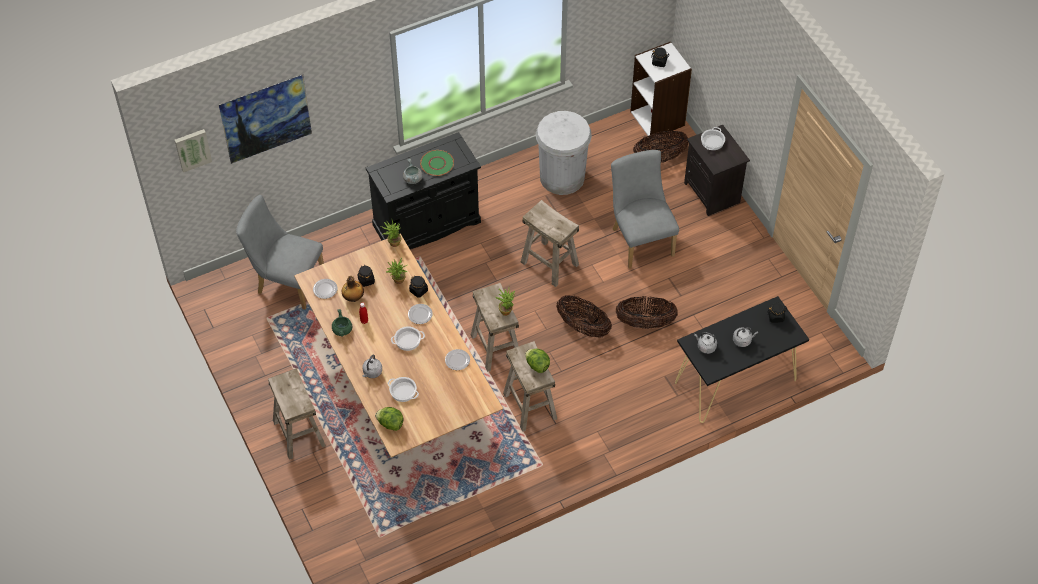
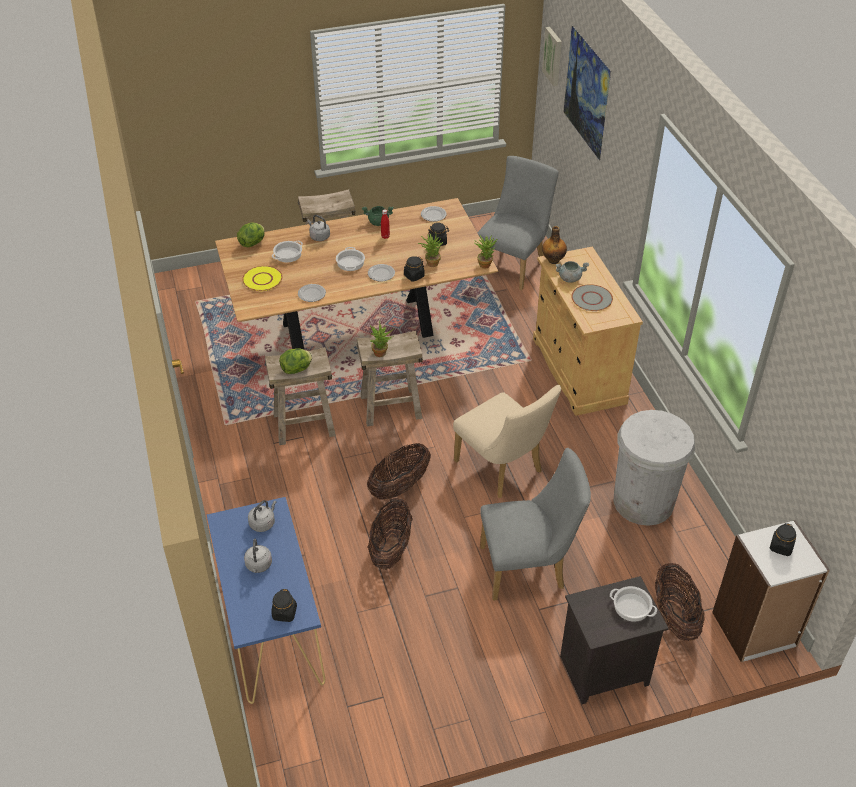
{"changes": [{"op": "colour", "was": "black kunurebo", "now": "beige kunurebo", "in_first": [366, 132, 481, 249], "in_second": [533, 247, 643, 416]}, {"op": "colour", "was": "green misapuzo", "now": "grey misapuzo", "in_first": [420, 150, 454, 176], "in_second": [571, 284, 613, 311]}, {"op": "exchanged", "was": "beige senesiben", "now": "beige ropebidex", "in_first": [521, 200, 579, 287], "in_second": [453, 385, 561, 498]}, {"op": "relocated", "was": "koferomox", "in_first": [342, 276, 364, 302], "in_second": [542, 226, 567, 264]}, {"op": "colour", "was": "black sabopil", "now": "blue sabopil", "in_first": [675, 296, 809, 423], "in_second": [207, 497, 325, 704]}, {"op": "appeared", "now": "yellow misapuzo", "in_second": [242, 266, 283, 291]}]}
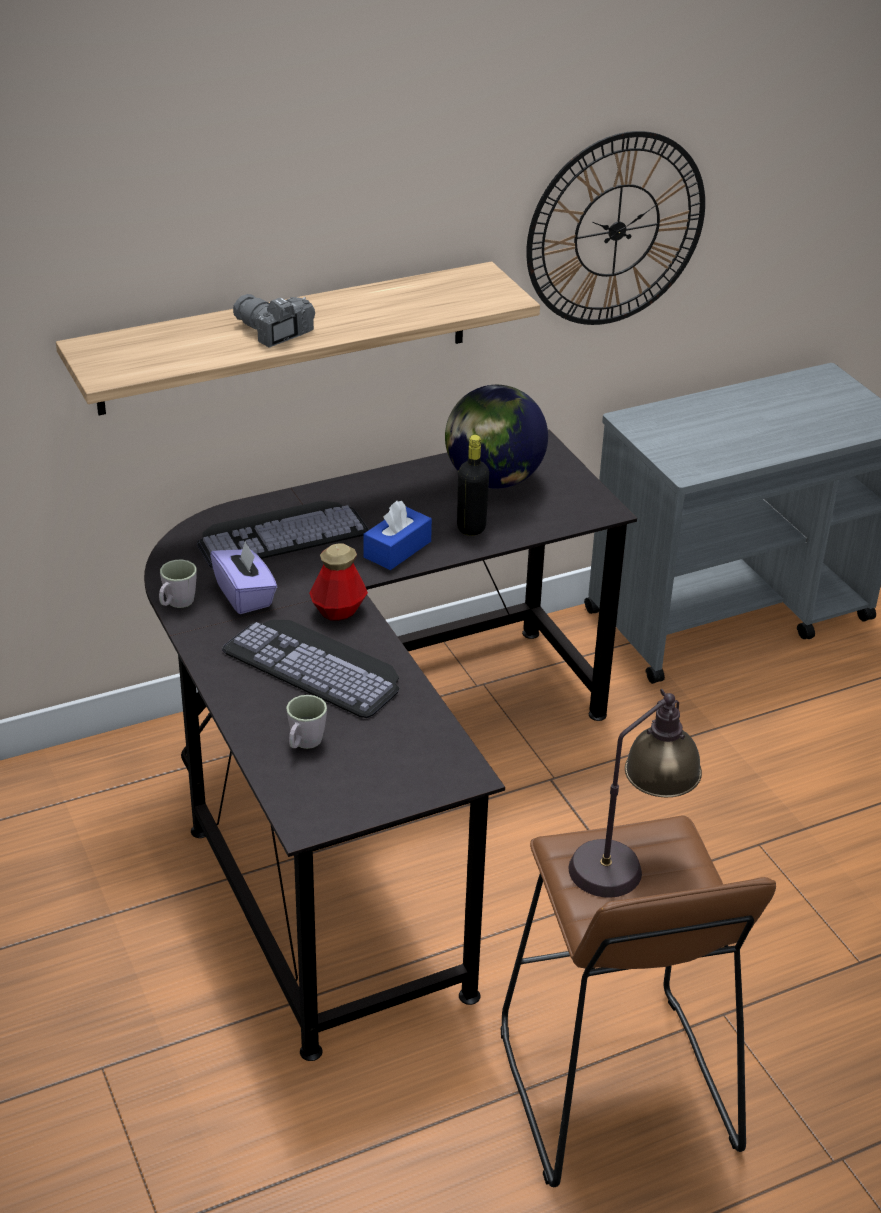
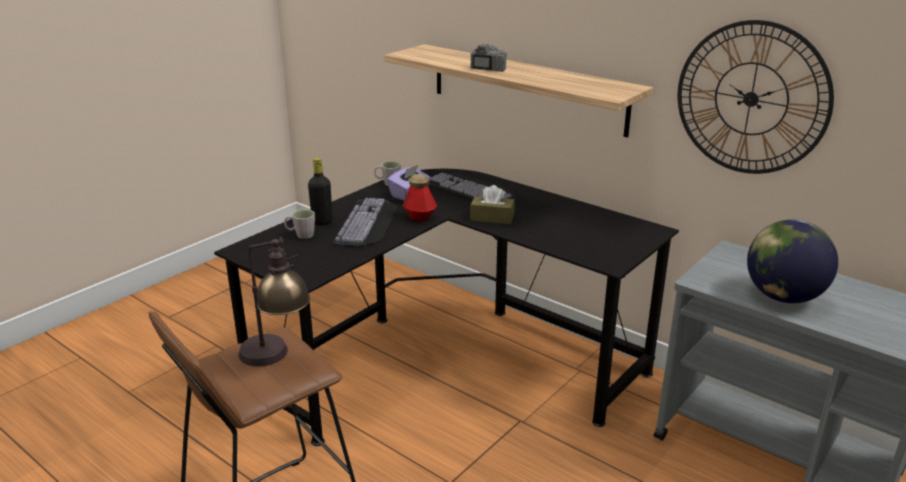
{"changes": [{"op": "relocated", "was": "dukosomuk", "in_first": [445, 385, 548, 488], "in_second": [747, 220, 838, 303]}, {"op": "relocated", "was": "black koferomox", "in_first": [457, 435, 489, 536], "in_second": [308, 158, 333, 225]}, {"op": "colour", "was": "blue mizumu", "now": "brown mizumu", "in_first": [363, 501, 432, 570], "in_second": [470, 185, 515, 224]}]}
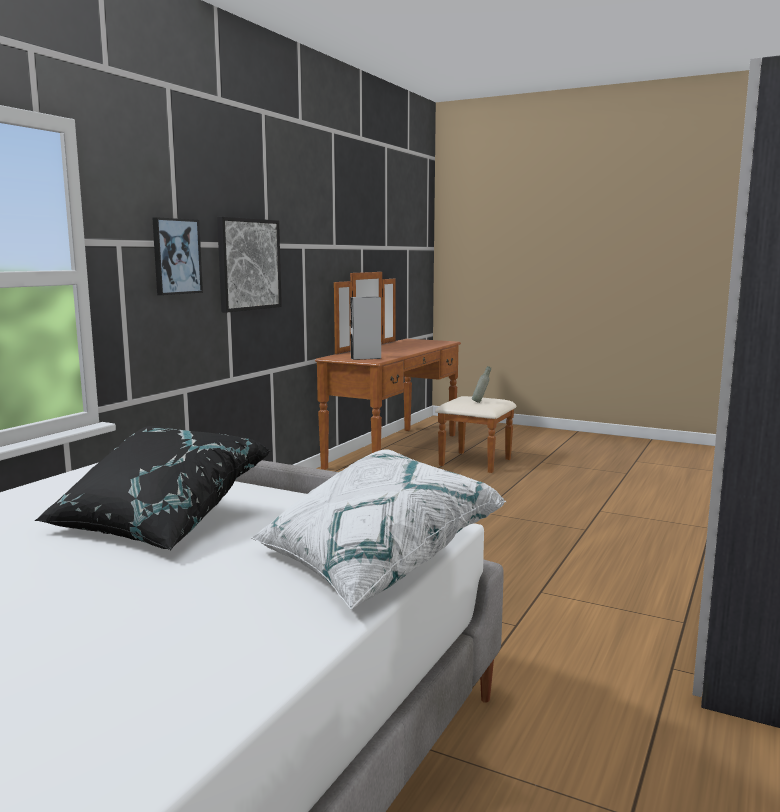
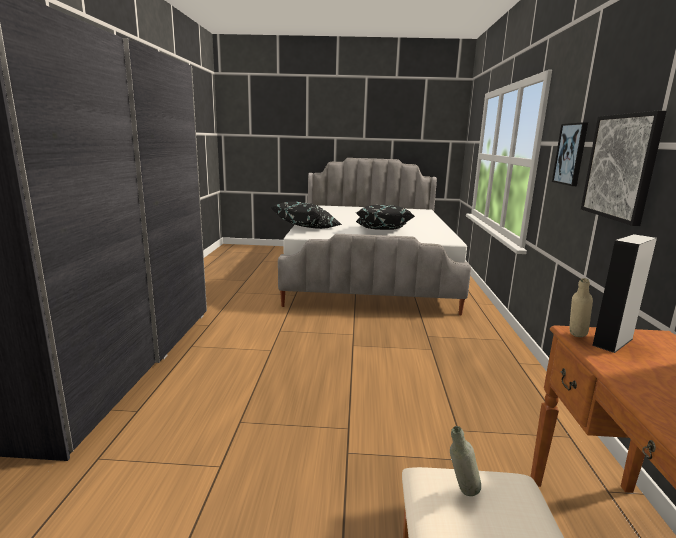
{"changes": [{"op": "colour", "was": "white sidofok", "now": "black sidofok", "in_first": [251, 449, 506, 610], "in_second": [271, 202, 342, 229]}, {"op": "appeared", "now": "beige koferomox", "in_second": [569, 278, 593, 337]}]}
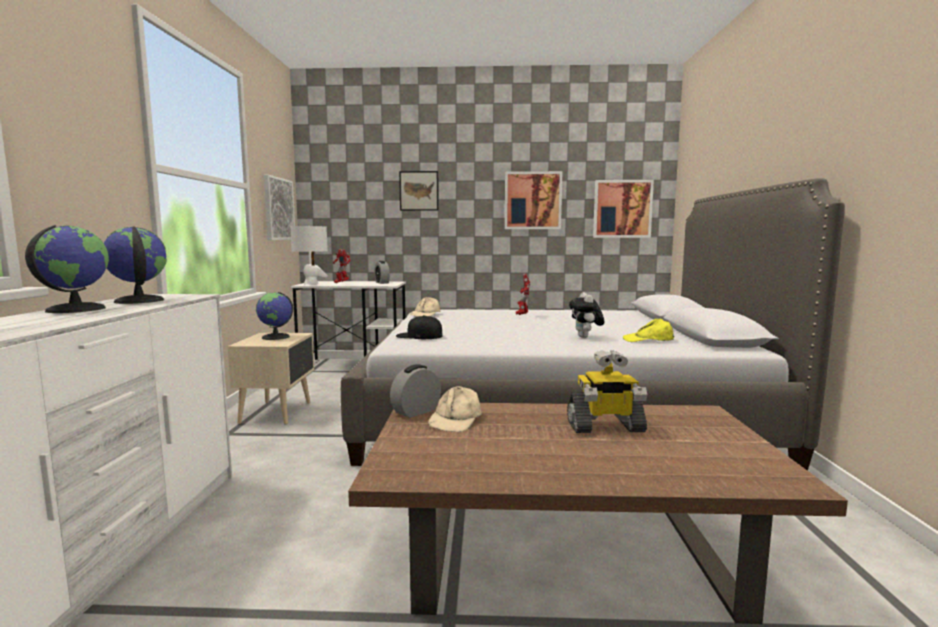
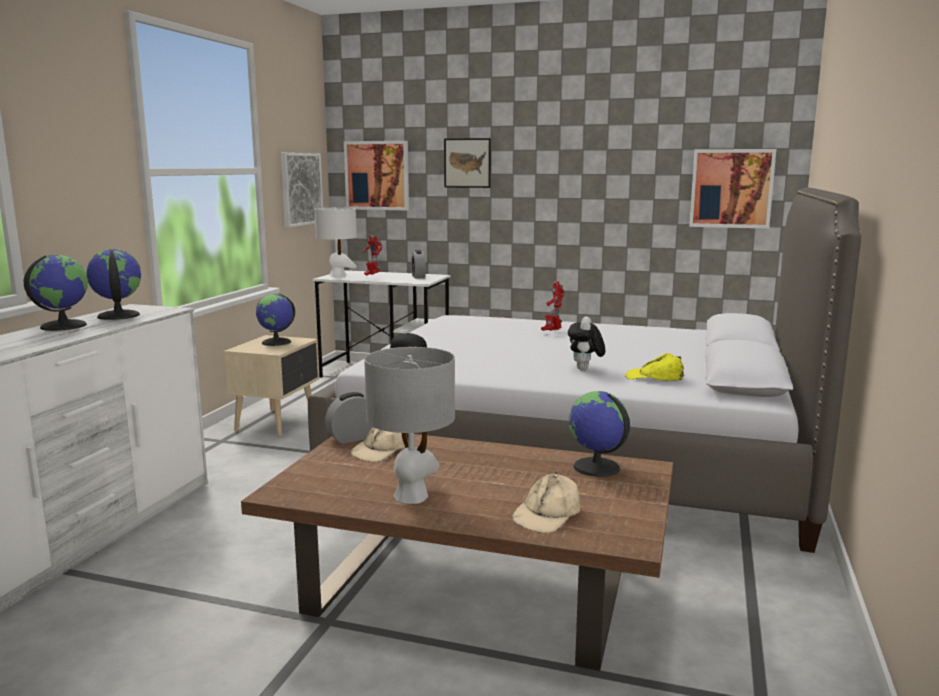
{"changes": [{"op": "relocated", "was": "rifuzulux", "in_first": [505, 171, 563, 229], "in_second": [344, 141, 409, 210]}, {"op": "relocated", "was": "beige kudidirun", "in_first": [410, 297, 441, 317], "in_second": [512, 472, 580, 533]}, {"op": "missing", "was": "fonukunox", "in_first": [567, 350, 647, 433]}, {"op": "appeared", "now": "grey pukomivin", "in_second": [364, 347, 455, 504]}, {"op": "appeared", "now": "dukosomuk", "in_second": [569, 391, 630, 477]}]}
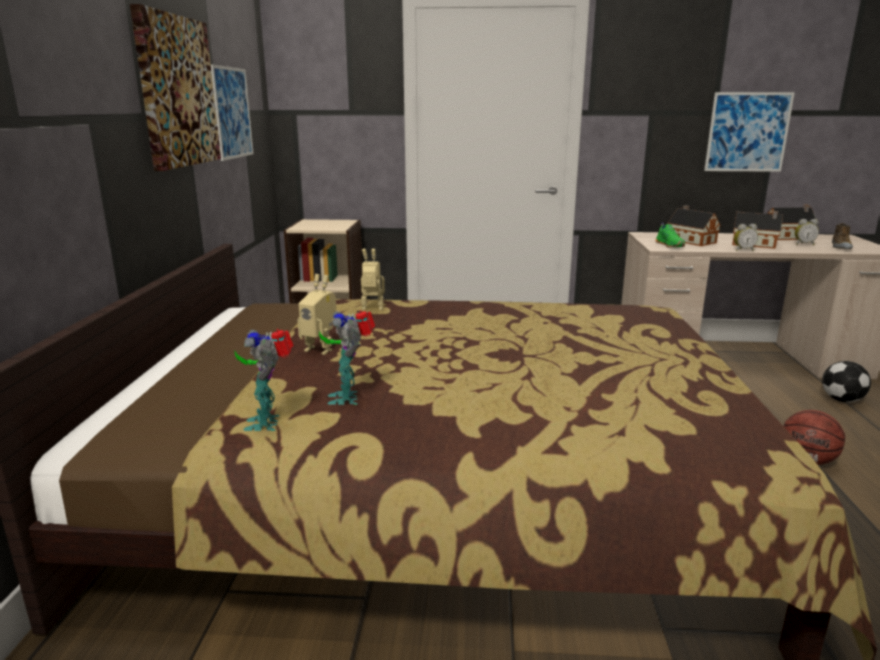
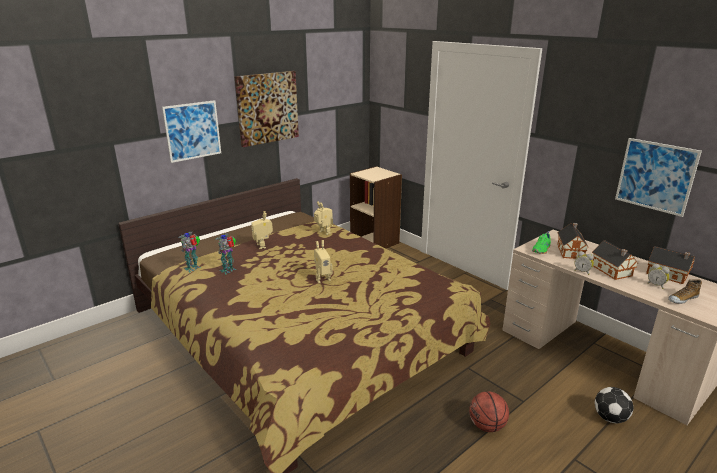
{"changes": [{"op": "relocated", "was": "rifuzulux", "in_first": [211, 64, 254, 161], "in_second": [162, 100, 221, 163]}, {"op": "appeared", "now": "fonukunox", "in_second": [314, 240, 333, 283]}]}
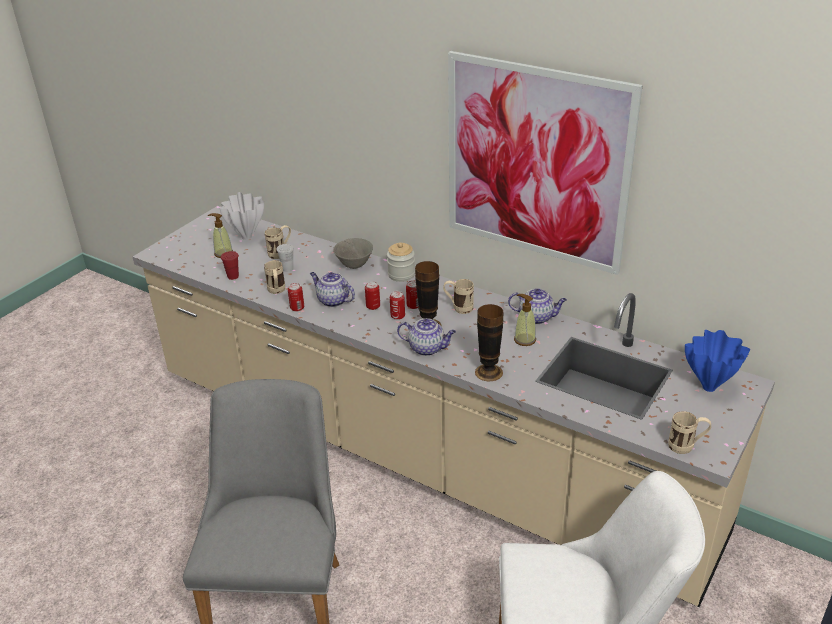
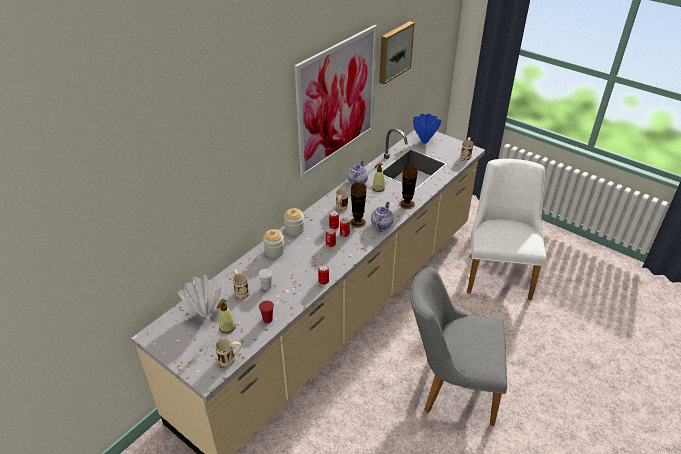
{"changes": [{"op": "exchanged", "was": "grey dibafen", "now": "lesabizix", "in_first": [333, 238, 373, 269], "in_second": [263, 229, 285, 258]}, {"op": "relocated", "was": "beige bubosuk", "in_first": [264, 260, 286, 294], "in_second": [215, 339, 241, 367]}, {"op": "missing", "was": "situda", "in_first": [310, 272, 355, 307]}, {"op": "appeared", "now": "rifuzulux", "in_second": [379, 21, 415, 84]}]}
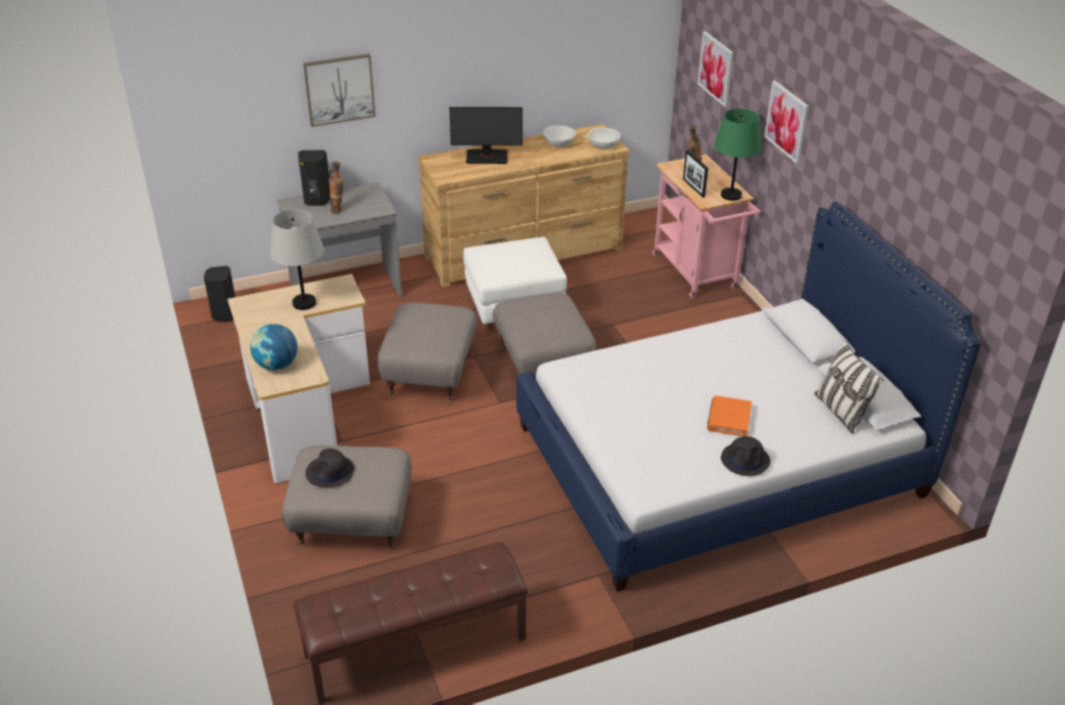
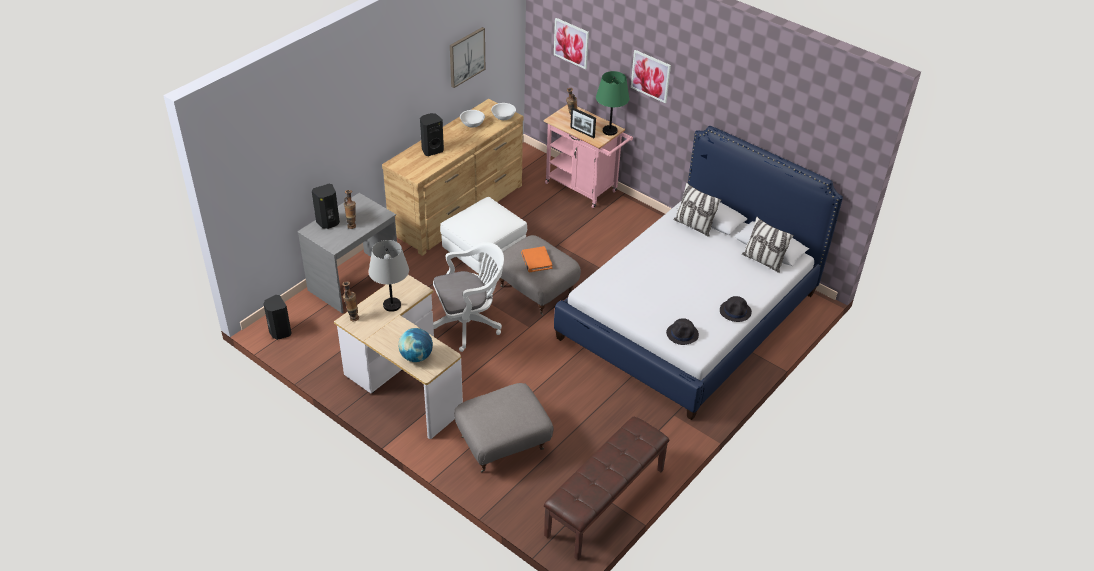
{"changes": [{"op": "relocated", "was": "rifuzulux", "in_first": [303, 54, 376, 127], "in_second": [450, 27, 485, 88]}, {"op": "exchanged", "was": "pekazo", "now": "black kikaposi", "in_first": [449, 107, 523, 164], "in_second": [420, 113, 444, 156]}, {"op": "exchanged", "was": "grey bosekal", "now": "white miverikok", "in_first": [378, 302, 477, 403], "in_second": [433, 242, 504, 352]}, {"op": "relocated", "was": "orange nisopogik", "in_first": [707, 396, 752, 436], "in_second": [521, 246, 553, 272]}, {"op": "relocated", "was": "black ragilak", "in_first": [305, 448, 354, 487], "in_second": [666, 318, 699, 345]}, {"op": "appeared", "now": "sidofok", "in_second": [673, 182, 721, 237]}, {"op": "appeared", "now": "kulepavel", "in_second": [342, 282, 359, 321]}]}
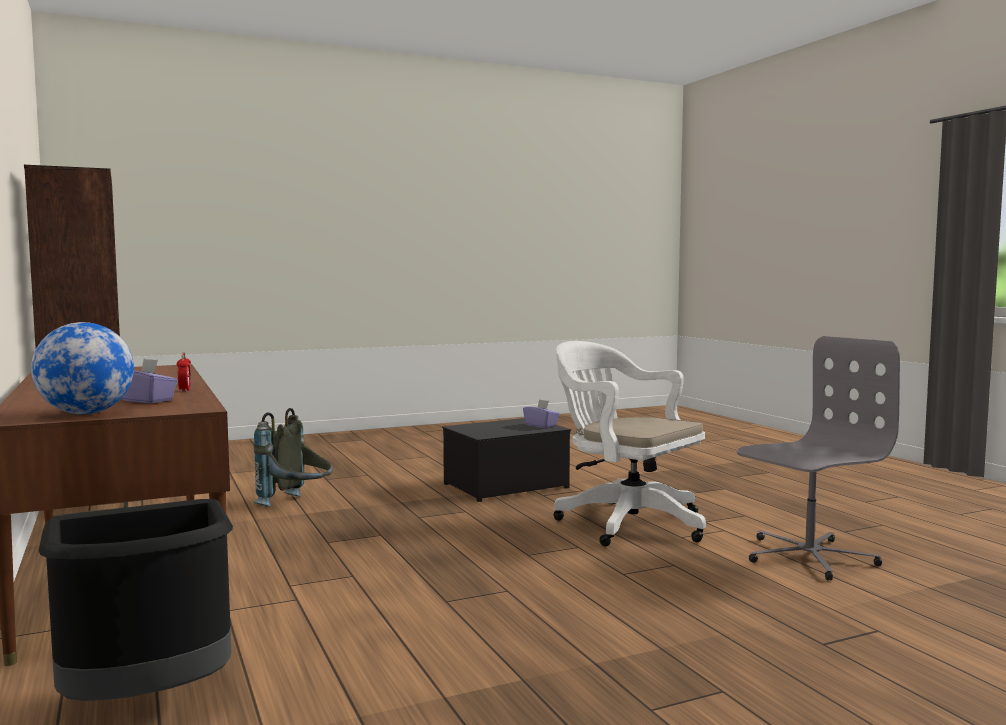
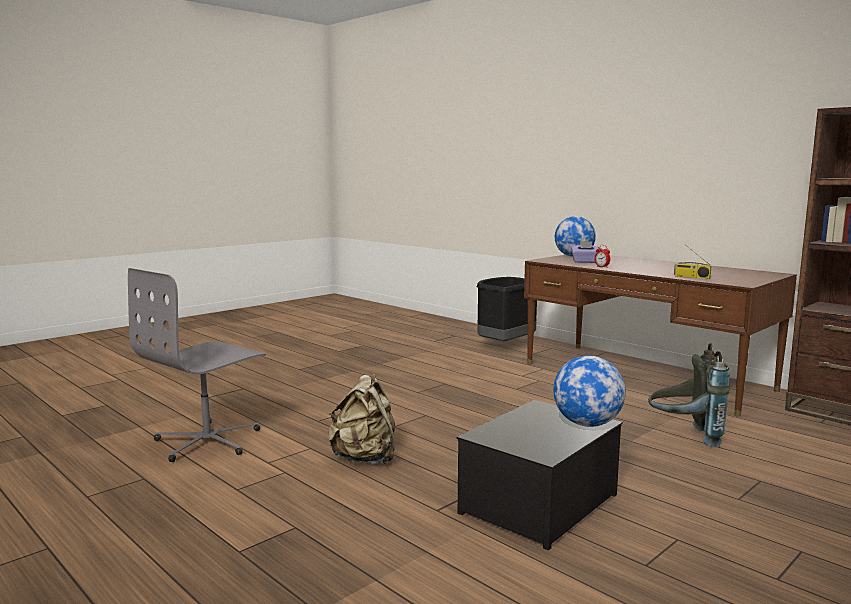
{"changes": [{"op": "exchanged", "was": "white miverikok", "now": "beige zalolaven", "in_first": [553, 341, 706, 546], "in_second": [328, 373, 395, 464]}, {"op": "missing", "was": "purple mizumu", "in_first": [523, 399, 560, 428]}, {"op": "appeared", "now": "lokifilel", "in_second": [674, 244, 712, 279]}, {"op": "appeared", "now": "dukosomuk", "in_second": [553, 355, 626, 427]}]}
